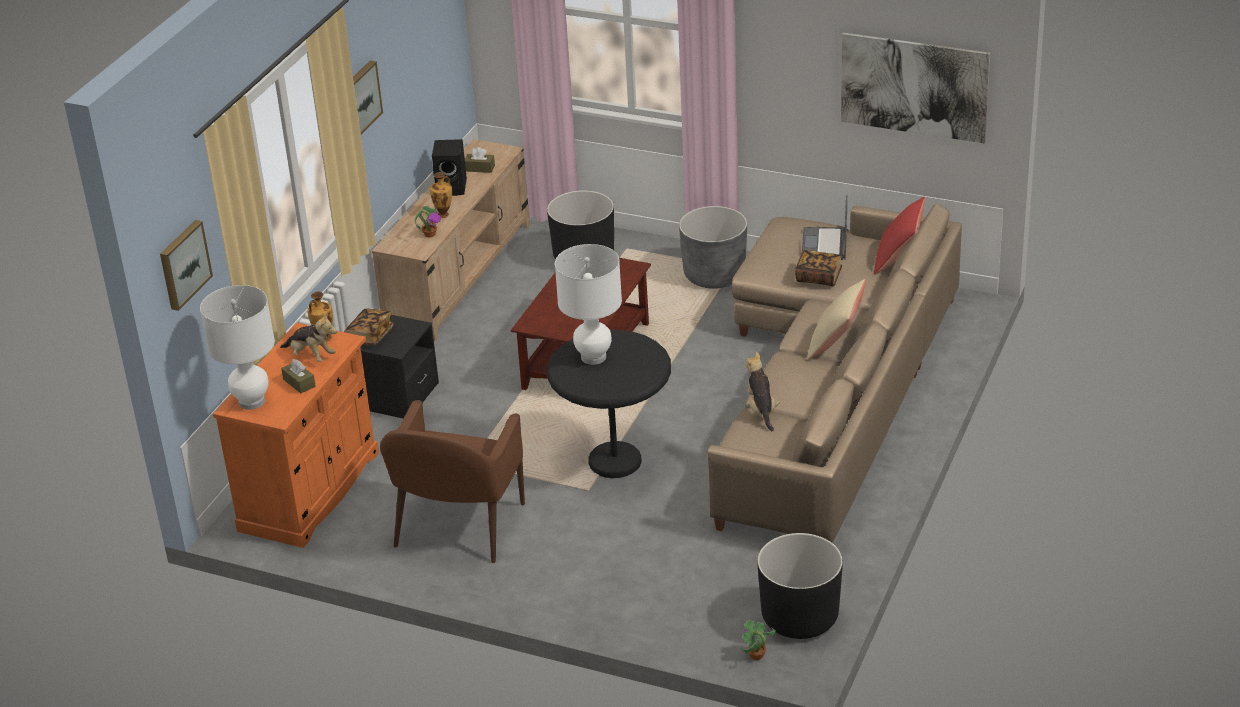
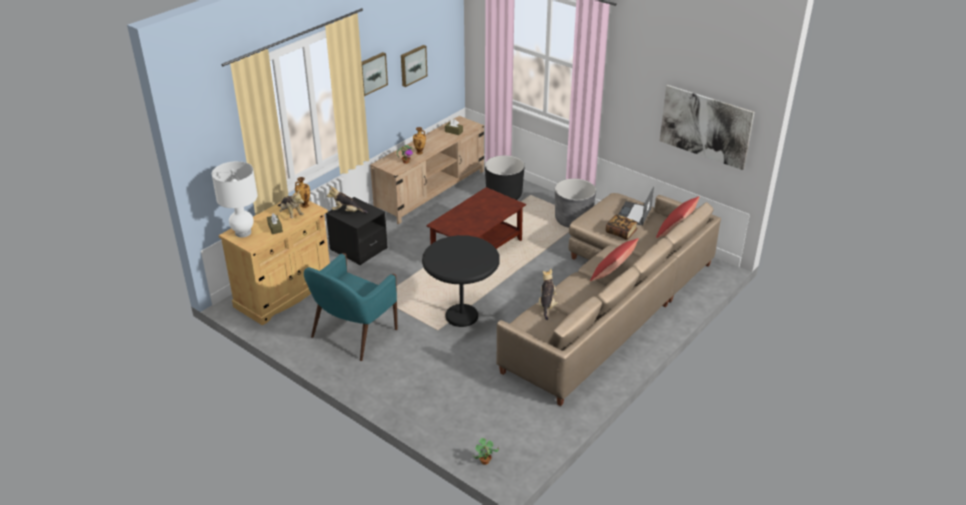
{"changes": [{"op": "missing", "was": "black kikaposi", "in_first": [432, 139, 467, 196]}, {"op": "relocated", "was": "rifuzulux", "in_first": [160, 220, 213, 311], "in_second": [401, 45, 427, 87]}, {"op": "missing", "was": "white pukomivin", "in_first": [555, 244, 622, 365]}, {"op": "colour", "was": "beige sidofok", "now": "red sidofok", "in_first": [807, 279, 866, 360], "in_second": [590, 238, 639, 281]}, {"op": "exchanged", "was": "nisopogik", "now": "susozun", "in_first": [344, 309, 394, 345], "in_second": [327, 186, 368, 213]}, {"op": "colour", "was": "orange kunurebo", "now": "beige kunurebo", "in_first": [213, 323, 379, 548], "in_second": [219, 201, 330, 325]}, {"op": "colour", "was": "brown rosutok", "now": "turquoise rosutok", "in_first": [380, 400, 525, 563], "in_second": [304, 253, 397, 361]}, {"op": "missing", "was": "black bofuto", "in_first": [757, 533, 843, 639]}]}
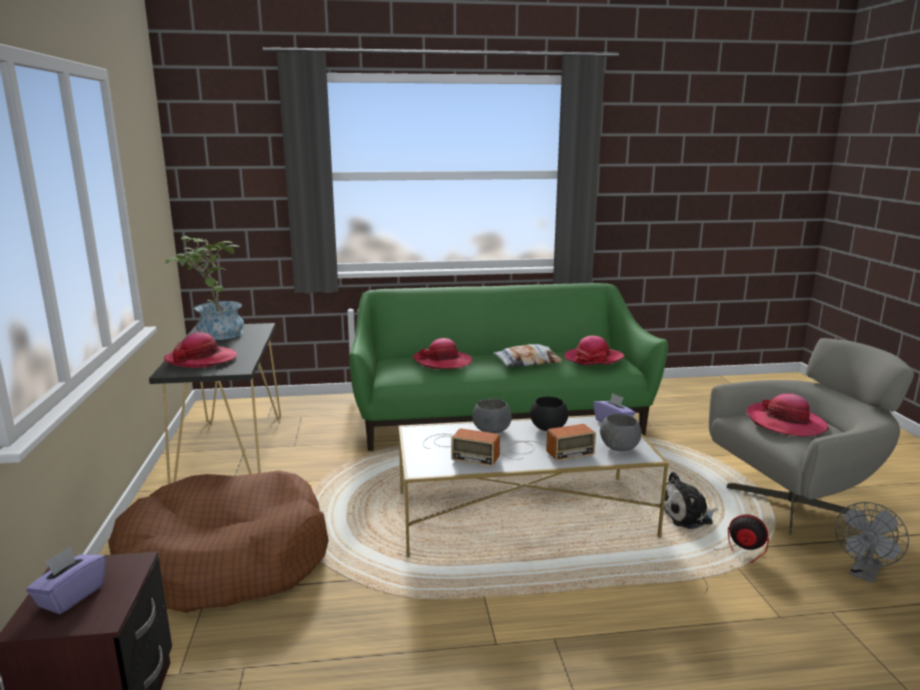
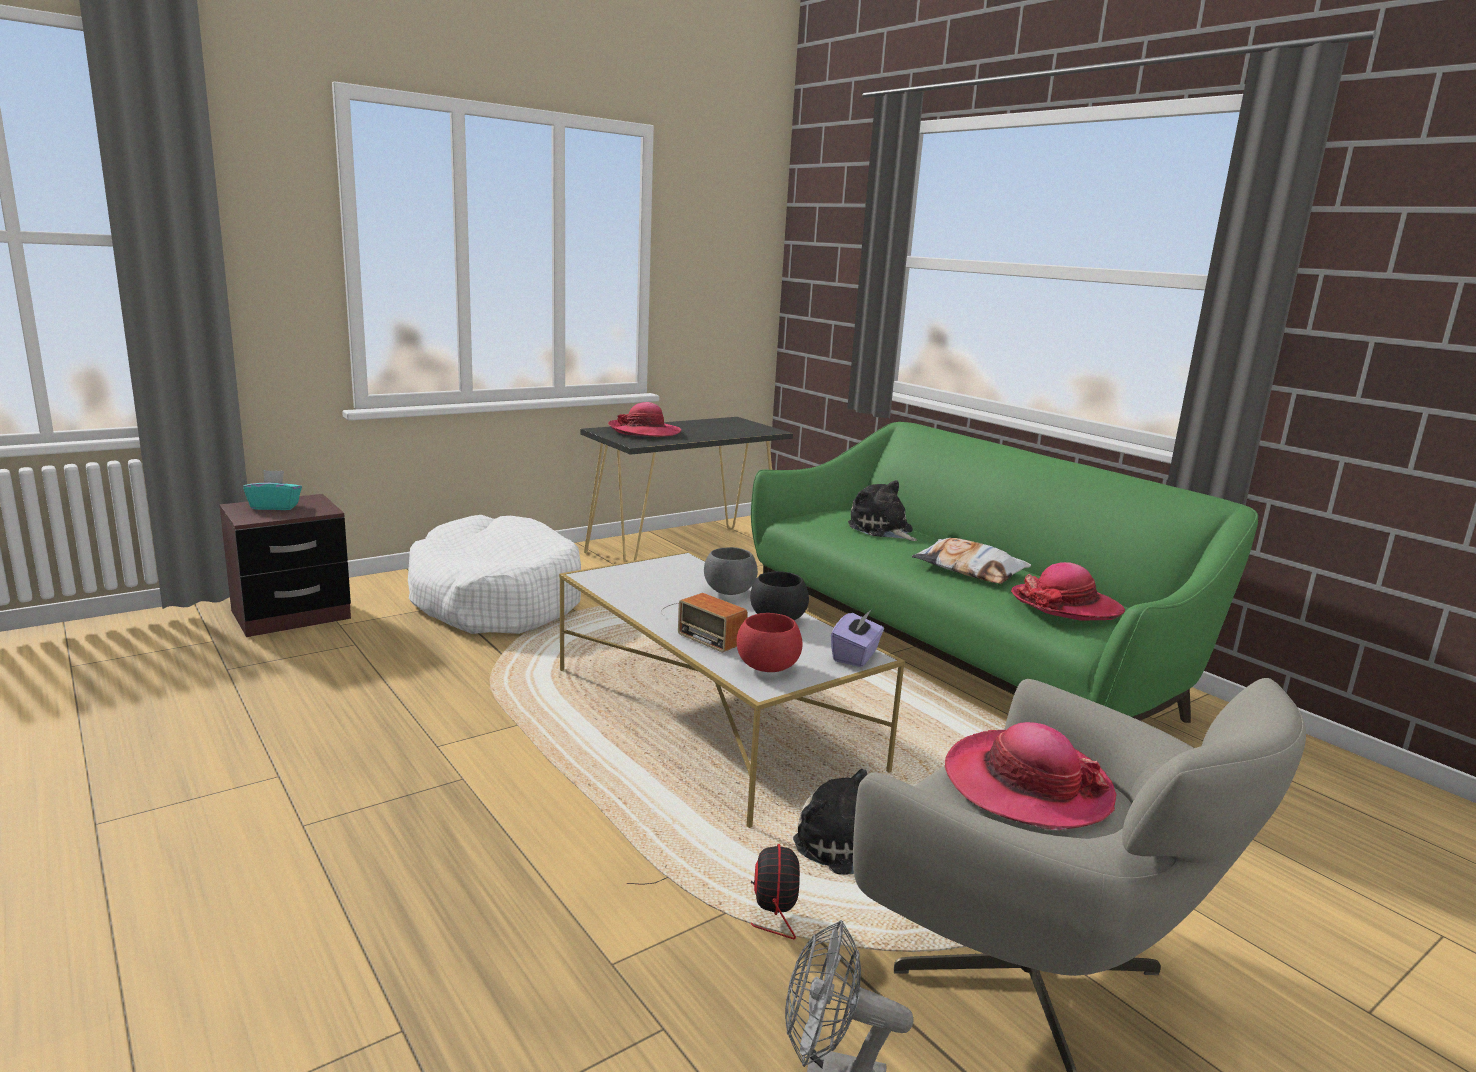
{"changes": [{"op": "missing", "was": "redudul", "in_first": [165, 236, 244, 340]}, {"op": "exchanged", "was": "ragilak", "now": "susozun", "in_first": [413, 338, 472, 369], "in_second": [848, 480, 917, 541]}, {"op": "colour", "was": "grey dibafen", "now": "red dibafen", "in_first": [600, 414, 642, 451], "in_second": [737, 613, 802, 672]}, {"op": "missing", "was": "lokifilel", "in_first": [423, 428, 500, 466]}, {"op": "colour", "was": "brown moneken", "now": "white moneken", "in_first": [108, 470, 329, 613], "in_second": [408, 515, 581, 634]}, {"op": "colour", "was": "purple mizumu", "now": "turquoise mizumu", "in_first": [26, 546, 106, 614], "in_second": [243, 470, 302, 510]}]}
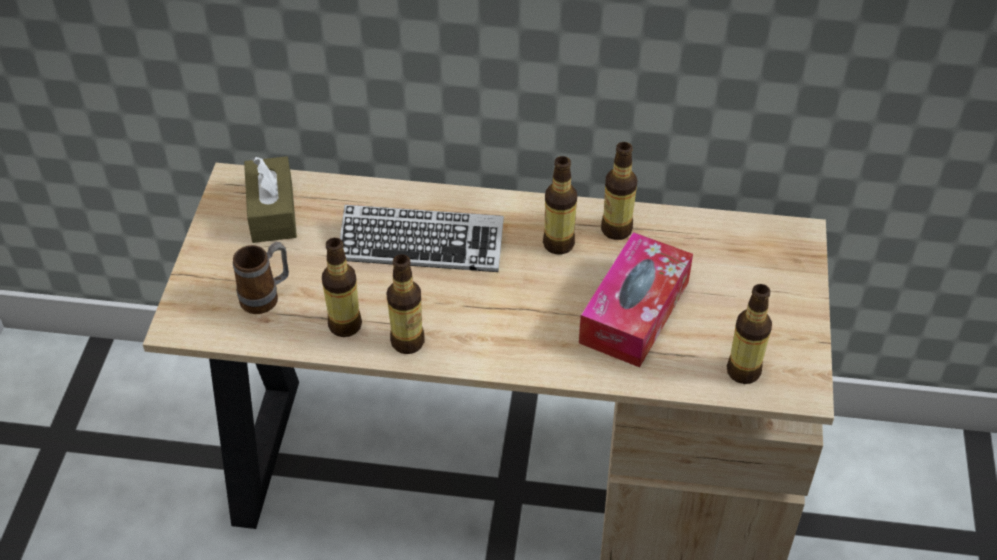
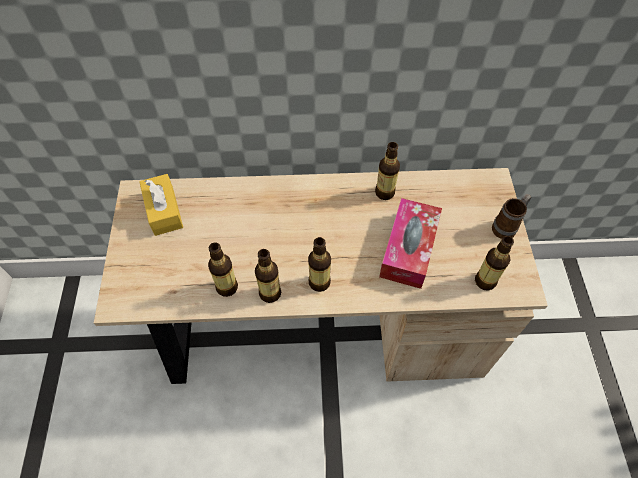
{"changes": [{"op": "colour", "was": "brown mizumu", "now": "yellow mizumu", "in_first": [244, 156, 297, 243], "in_second": [139, 174, 183, 236]}, {"op": "relocated", "was": "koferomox", "in_first": [543, 156, 577, 254], "in_second": [308, 237, 331, 292]}, {"op": "missing", "was": "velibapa", "in_first": [340, 205, 504, 272]}, {"op": "relocated", "was": "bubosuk", "in_first": [233, 242, 289, 314], "in_second": [492, 194, 531, 239]}]}
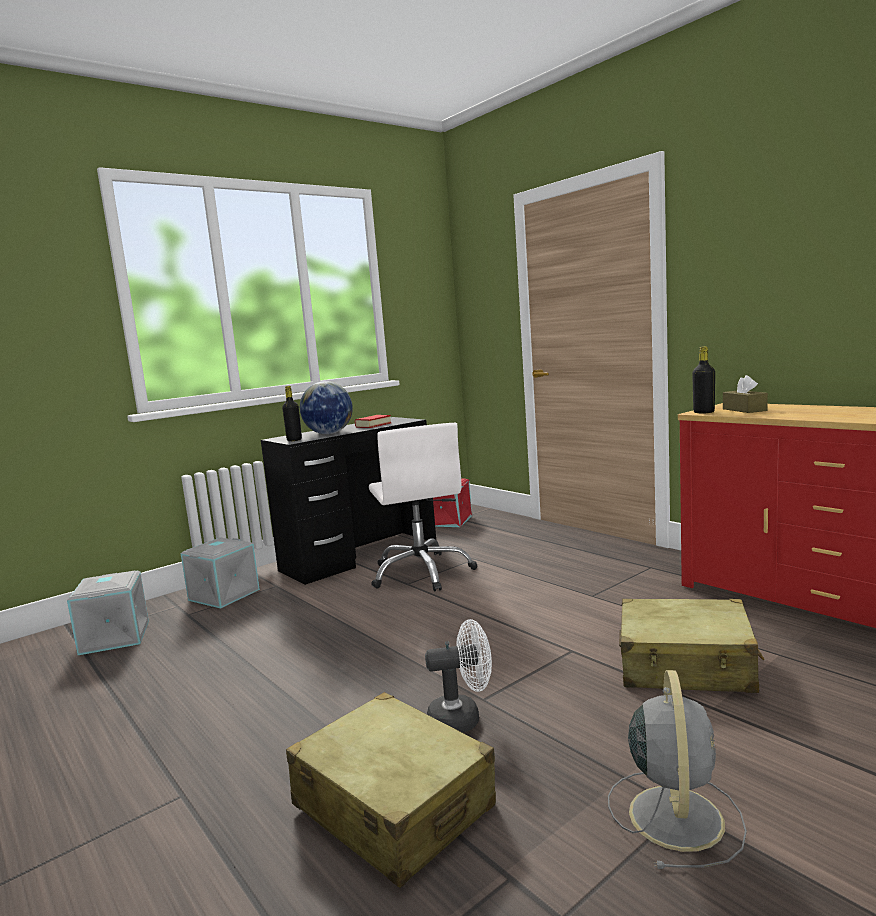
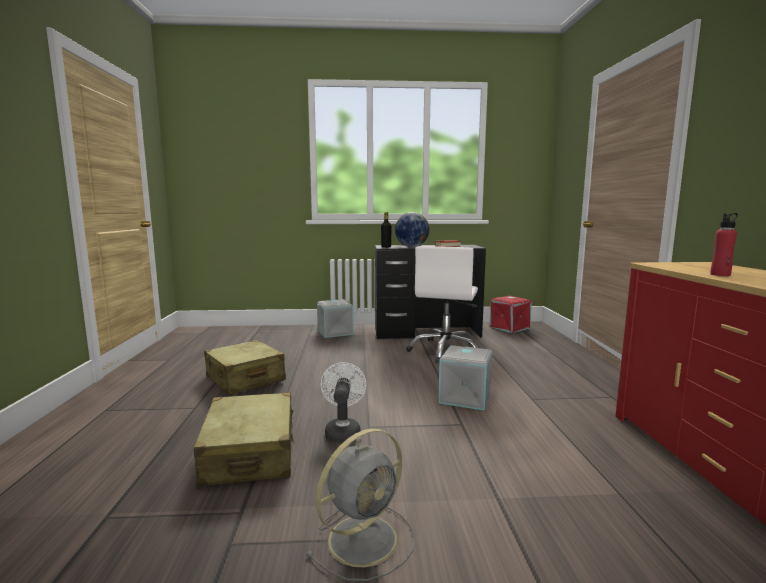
{"changes": [{"op": "missing", "was": "black koferomox", "in_first": [692, 346, 715, 413]}, {"op": "missing", "was": "brown mizumu", "in_first": [723, 375, 768, 413]}, {"op": "relocated", "was": "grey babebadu", "in_first": [67, 571, 149, 655], "in_second": [438, 345, 493, 411]}, {"op": "relocated", "was": "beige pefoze", "in_first": [619, 599, 764, 693], "in_second": [204, 340, 286, 395]}, {"op": "spun", "was": "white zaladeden", "in_first": [425, 619, 492, 733], "in_second": [320, 362, 367, 443], "clockwise": -120}, {"op": "appeared", "now": "red koferomox", "in_second": [710, 213, 738, 276]}]}
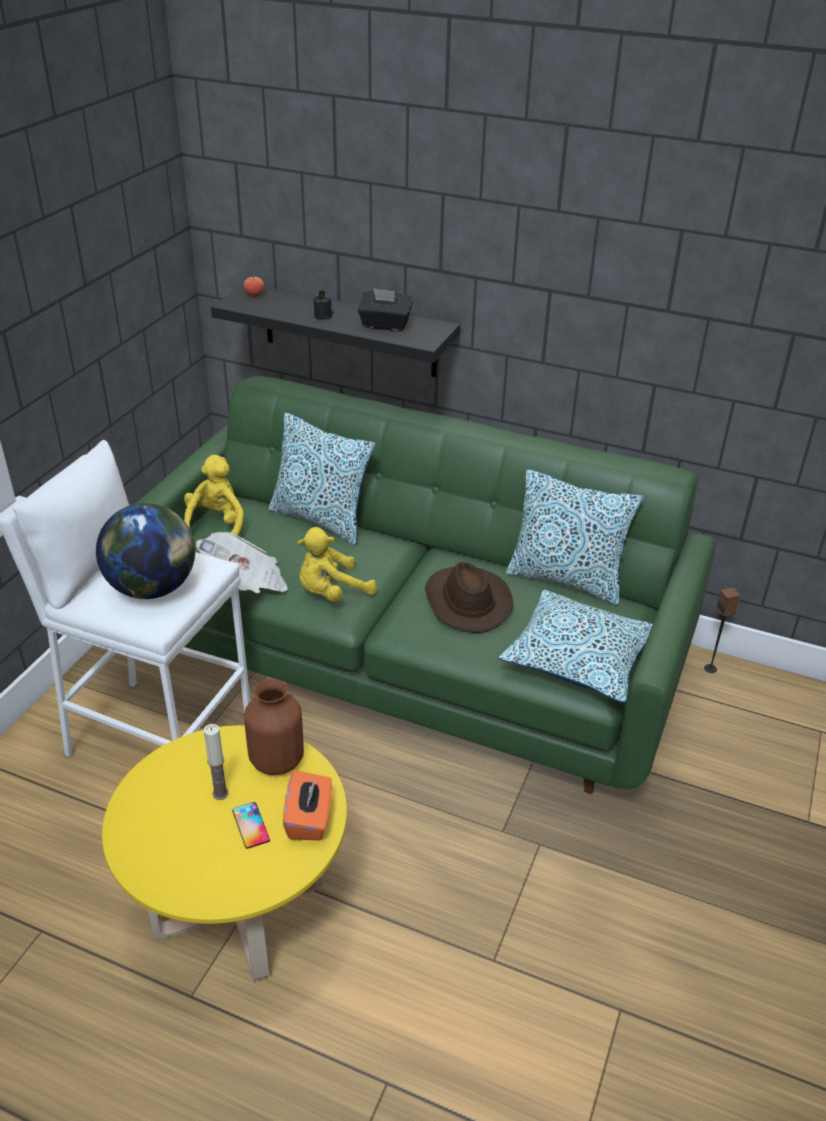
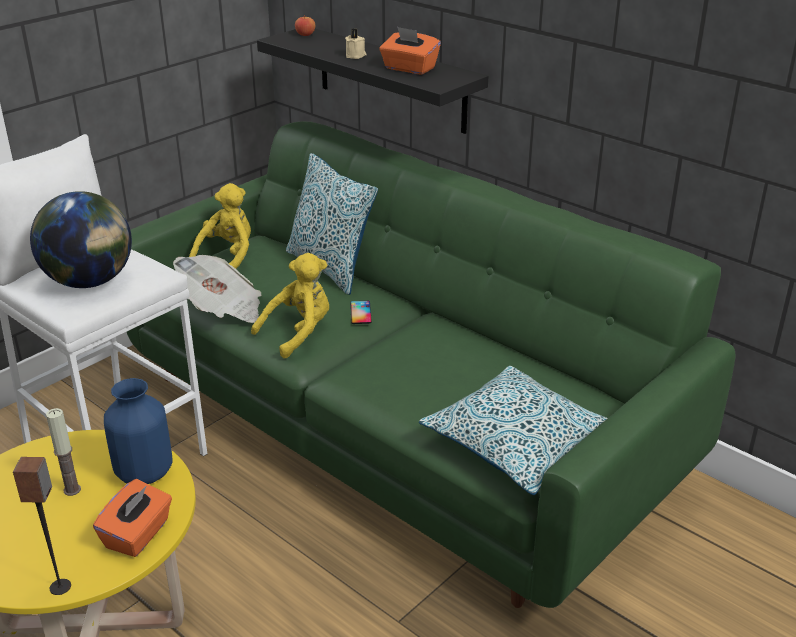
{"changes": [{"op": "colour", "was": "black mizumu", "now": "orange mizumu", "in_first": [358, 288, 413, 331], "in_second": [379, 27, 441, 75]}, {"op": "colour", "was": "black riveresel", "now": "beige riveresel", "in_first": [313, 290, 333, 320], "in_second": [345, 28, 367, 59]}, {"op": "missing", "was": "sidofok", "in_first": [506, 469, 643, 605]}, {"op": "spun", "was": "yellow susozun", "in_first": [297, 527, 376, 602], "in_second": [251, 253, 329, 359], "clockwise": 150}, {"op": "missing", "was": "brown ragilak", "in_first": [425, 562, 513, 633]}, {"op": "relocated", "was": "kikaposi", "in_first": [704, 587, 741, 673], "in_second": [13, 457, 71, 595]}, {"op": "colour", "was": "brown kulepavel", "now": "blue kulepavel", "in_first": [244, 679, 304, 775], "in_second": [104, 378, 173, 484]}, {"op": "relocated", "was": "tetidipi", "in_first": [232, 802, 270, 849], "in_second": [350, 301, 372, 324]}]}
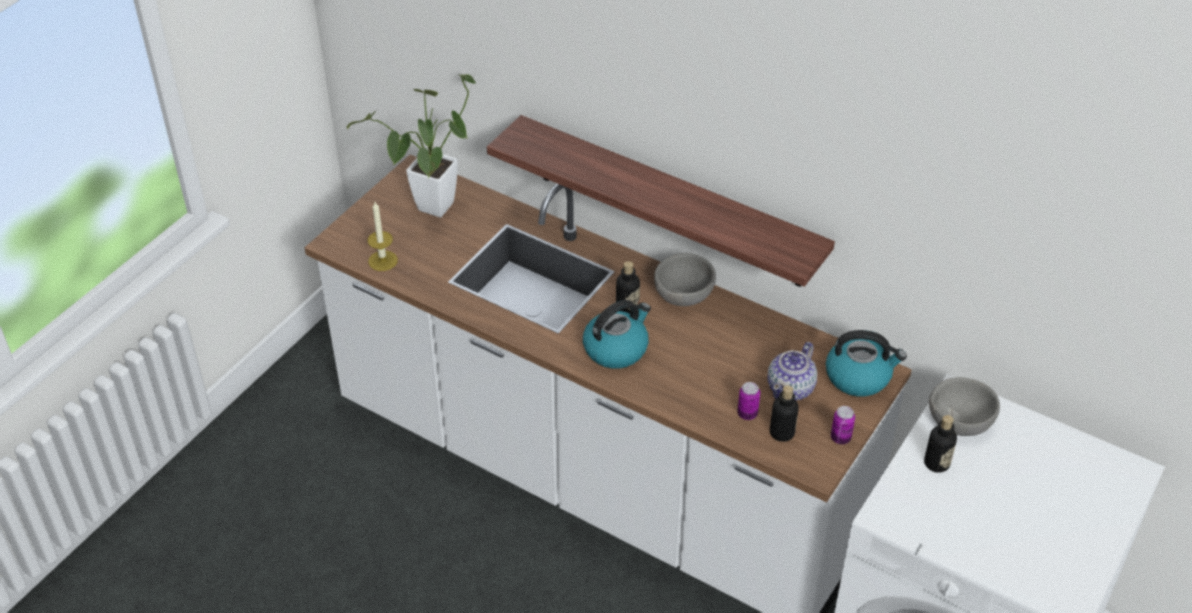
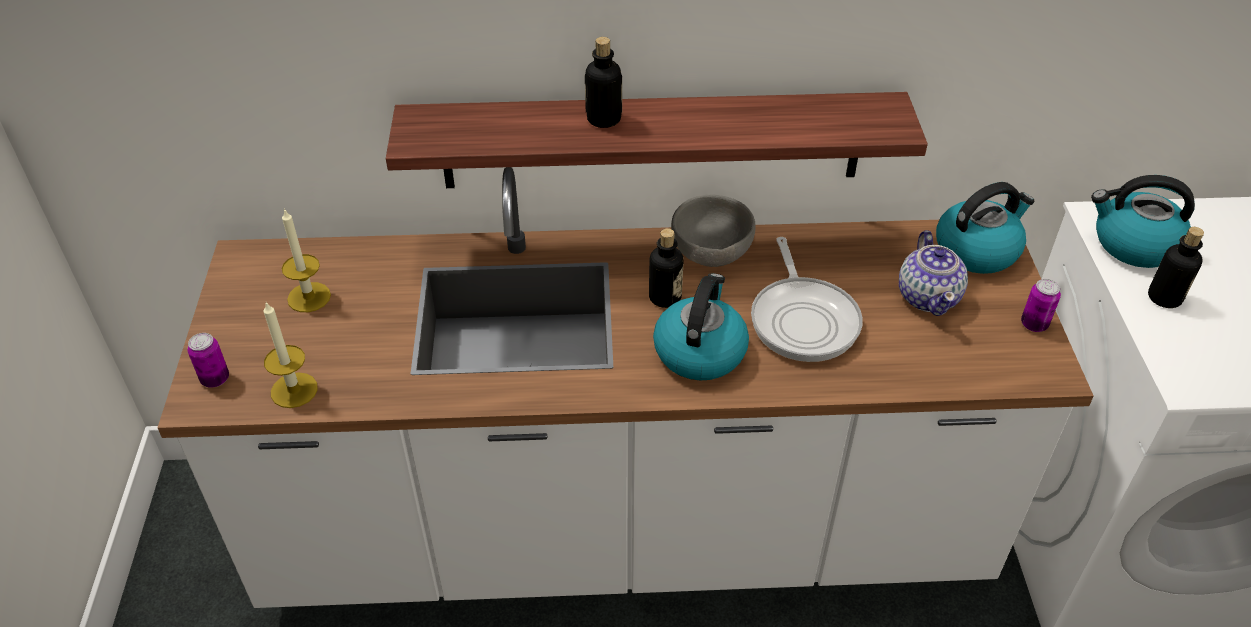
{"changes": [{"op": "exchanged", "was": "redudul", "now": "riveresel", "in_first": [347, 73, 477, 217], "in_second": [282, 208, 331, 312]}, {"op": "exchanged", "was": "grey dibafen", "now": "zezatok", "in_first": [929, 377, 1000, 436], "in_second": [1091, 175, 1195, 268]}, {"op": "relocated", "was": "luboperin", "in_first": [738, 382, 760, 420], "in_second": [188, 333, 229, 388]}, {"op": "relocated", "was": "koferomox", "in_first": [770, 385, 799, 442], "in_second": [585, 37, 622, 128]}, {"op": "appeared", "now": "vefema", "in_second": [751, 237, 863, 362]}]}
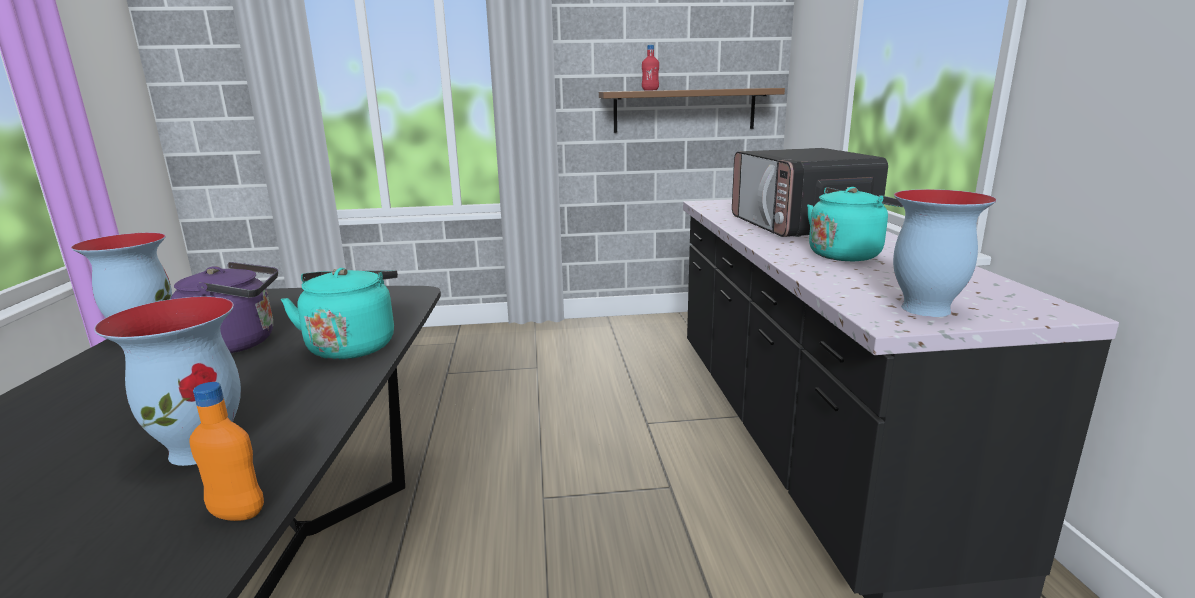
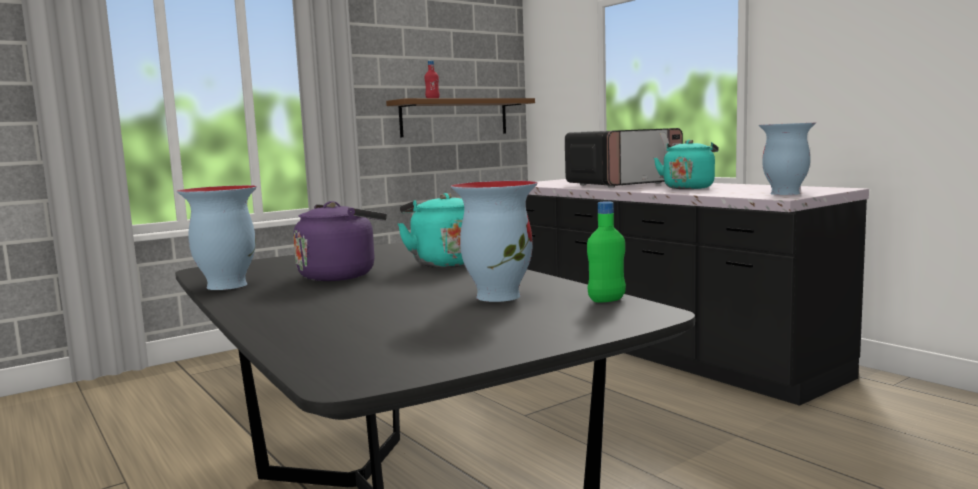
{"changes": [{"op": "spun", "was": "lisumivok", "in_first": [732, 148, 888, 237], "in_second": [565, 128, 683, 188], "clockwise": -75}, {"op": "colour", "was": "orange koferomox", "now": "green koferomox", "in_first": [189, 382, 264, 521], "in_second": [587, 201, 626, 302]}]}
